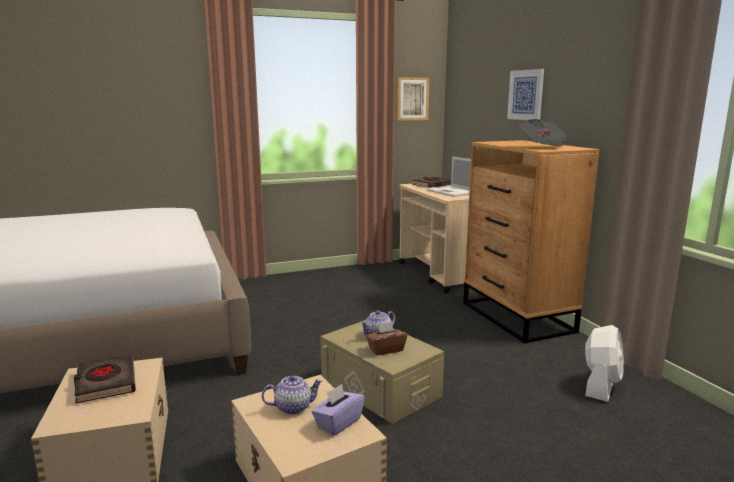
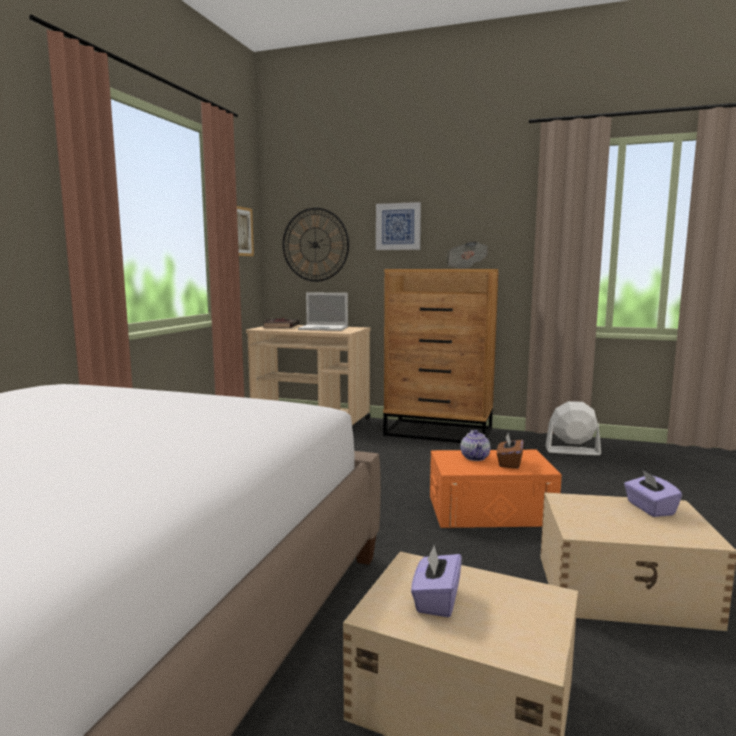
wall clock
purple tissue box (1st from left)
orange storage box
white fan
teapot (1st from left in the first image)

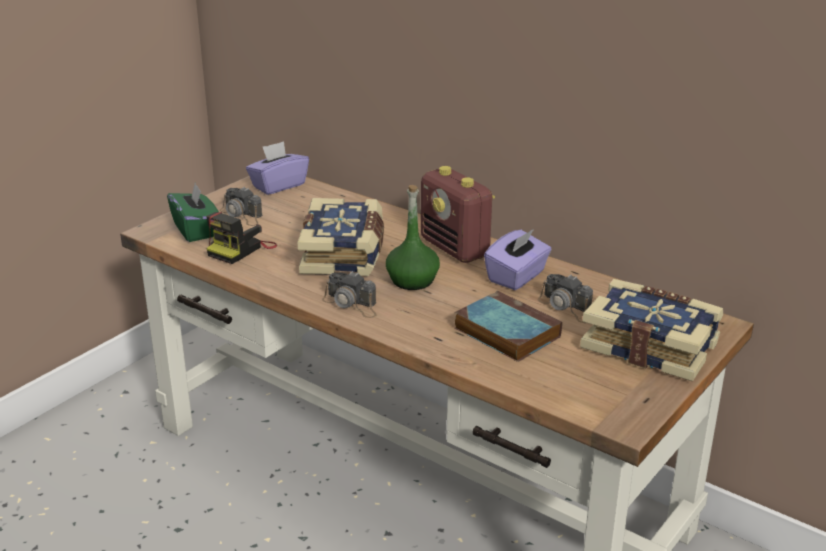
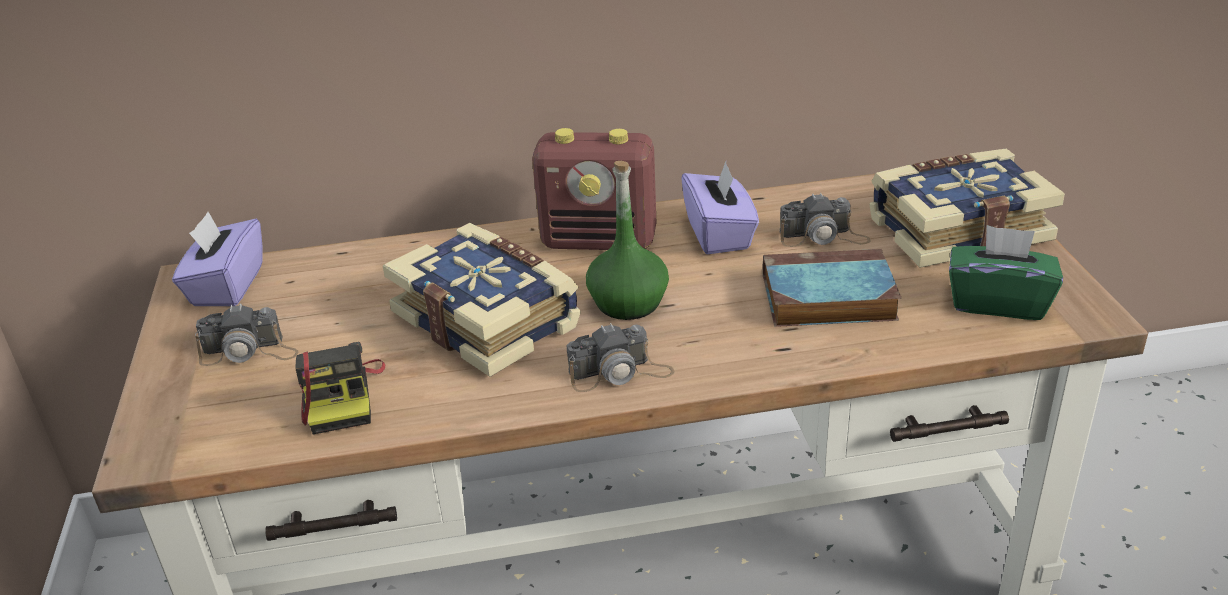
green tissue box

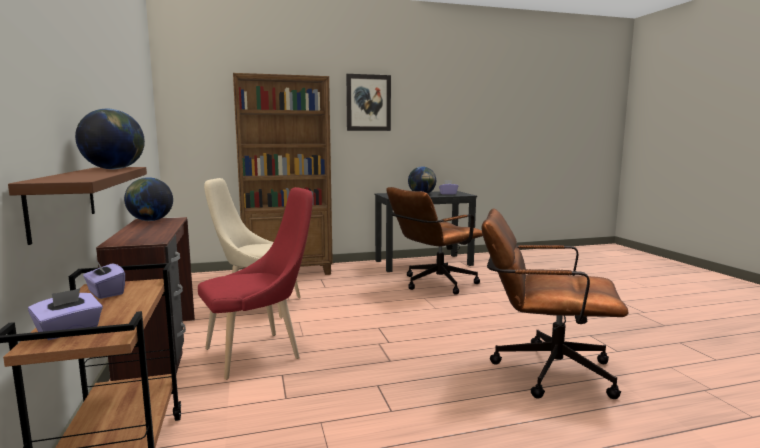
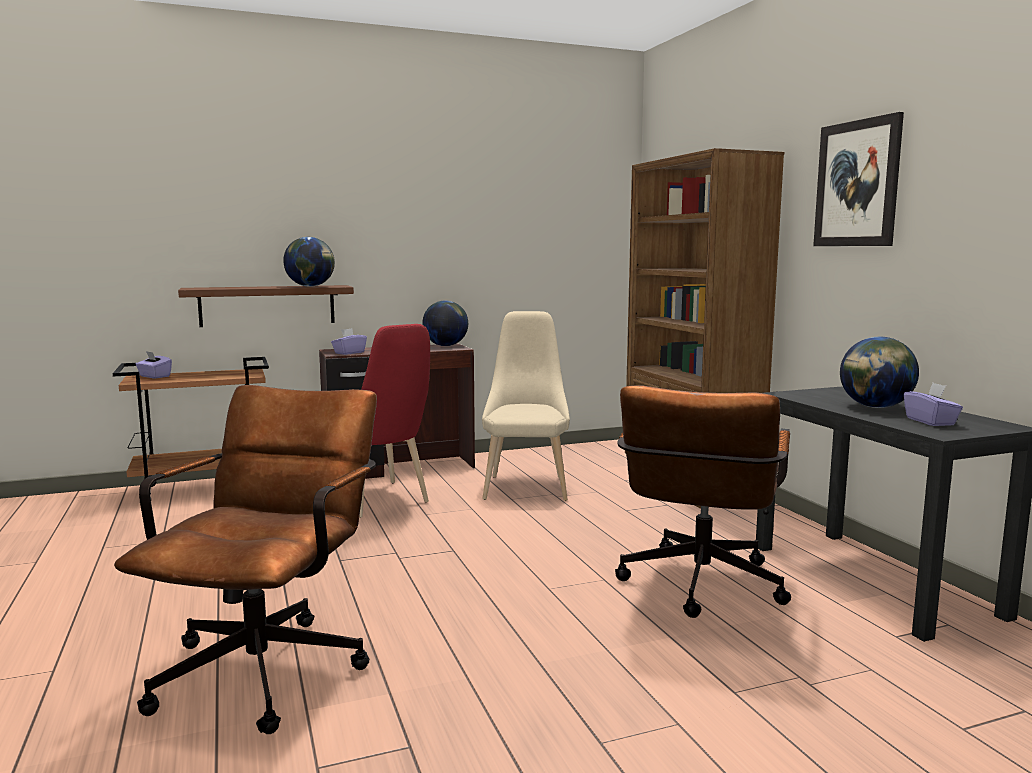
purple tissue box (2nd from left)
brown office chair (2nd from left)

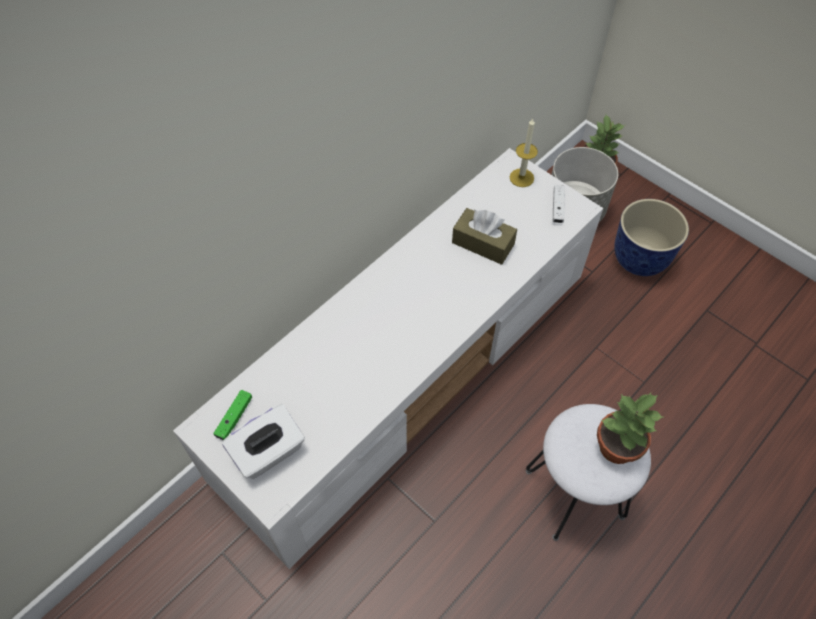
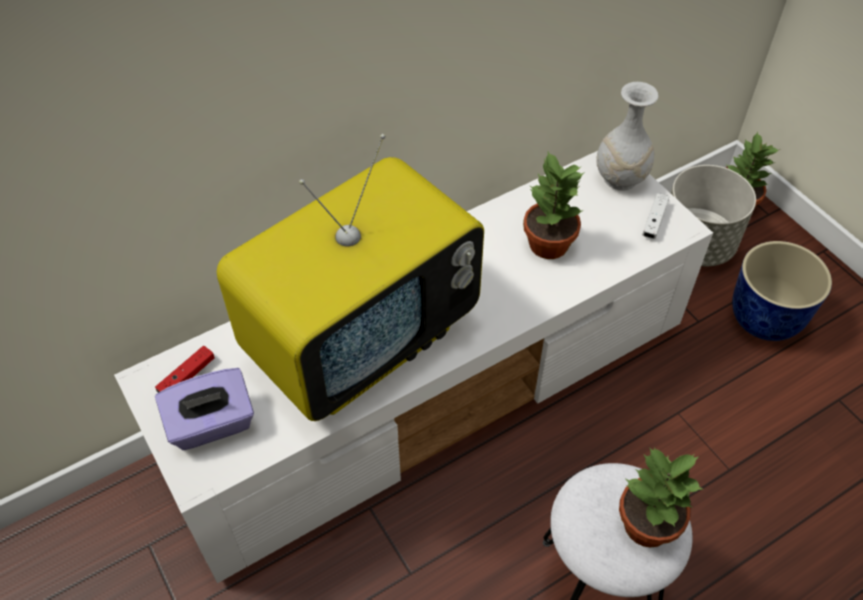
red game controller
purple tissue box
television
potted plant (1st from left)
white vase

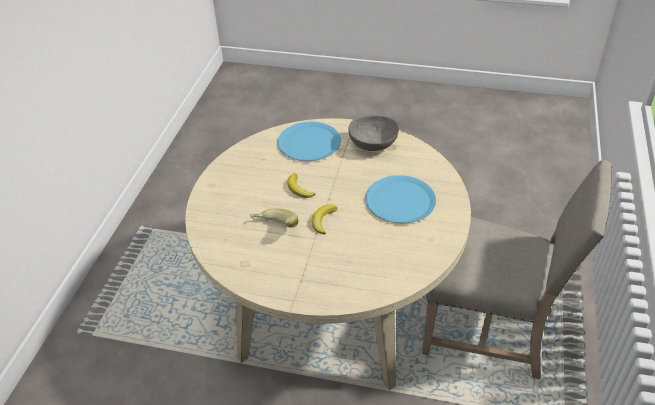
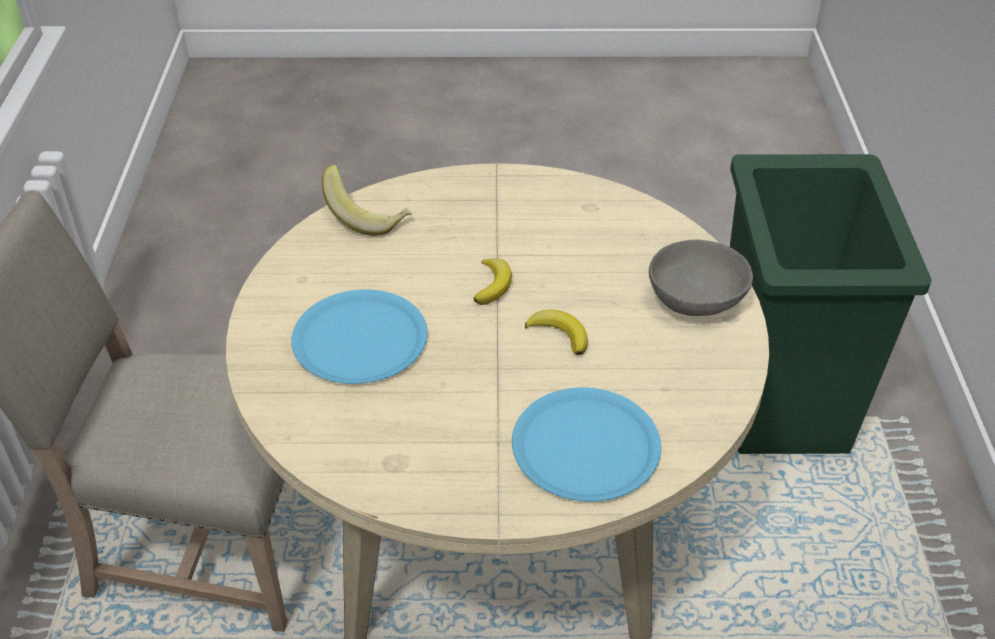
banana (1st from left)
grey bowl
green trash can

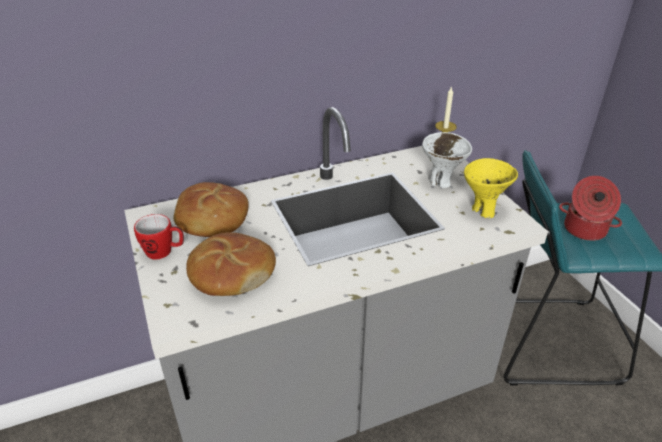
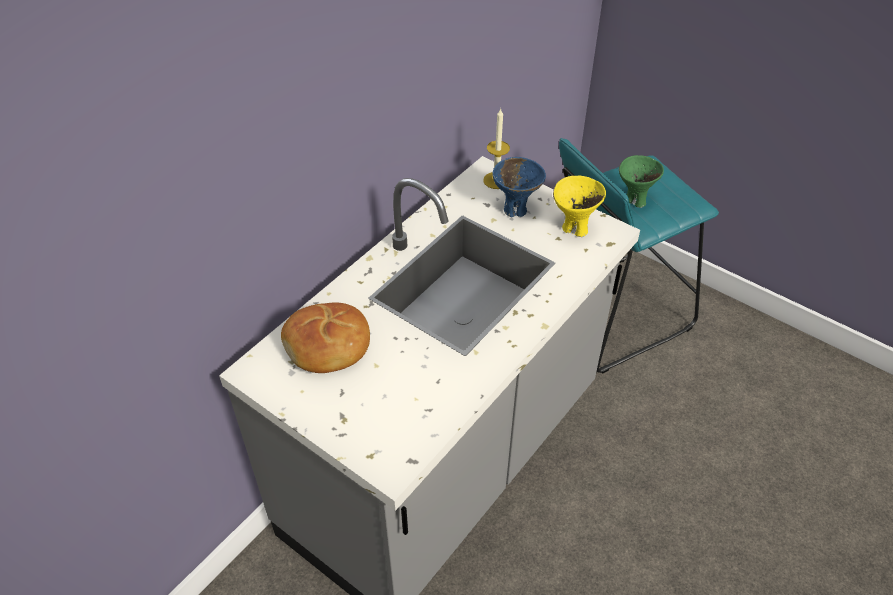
blue bowl
green bowl
mug
bread (2nd from left in the first image)

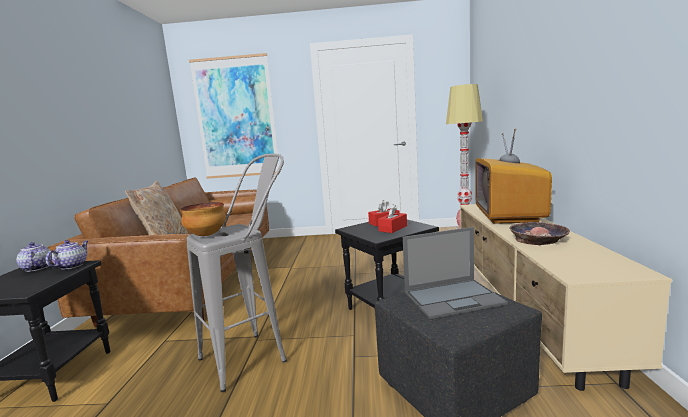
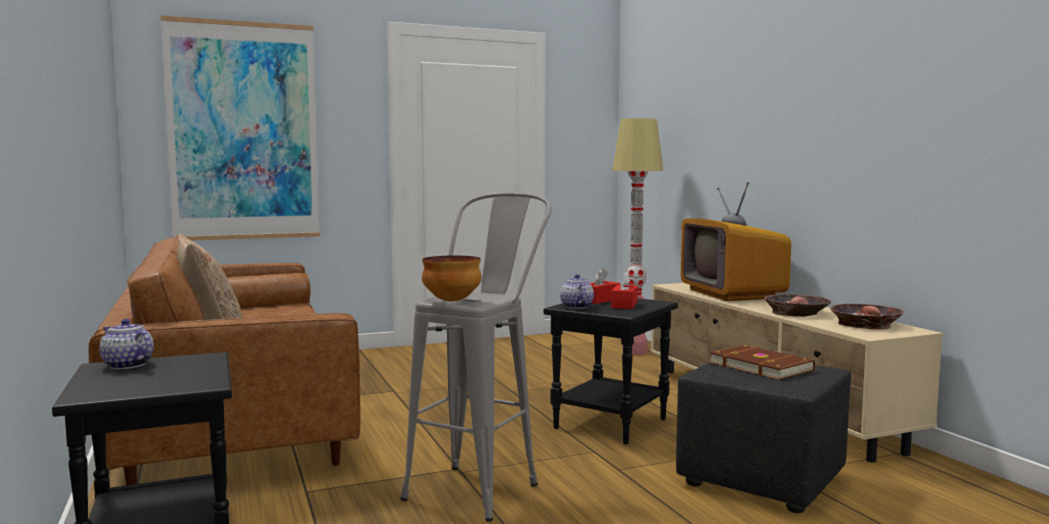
teapot (2nd from left)
brown book
bowl (3rd from left)

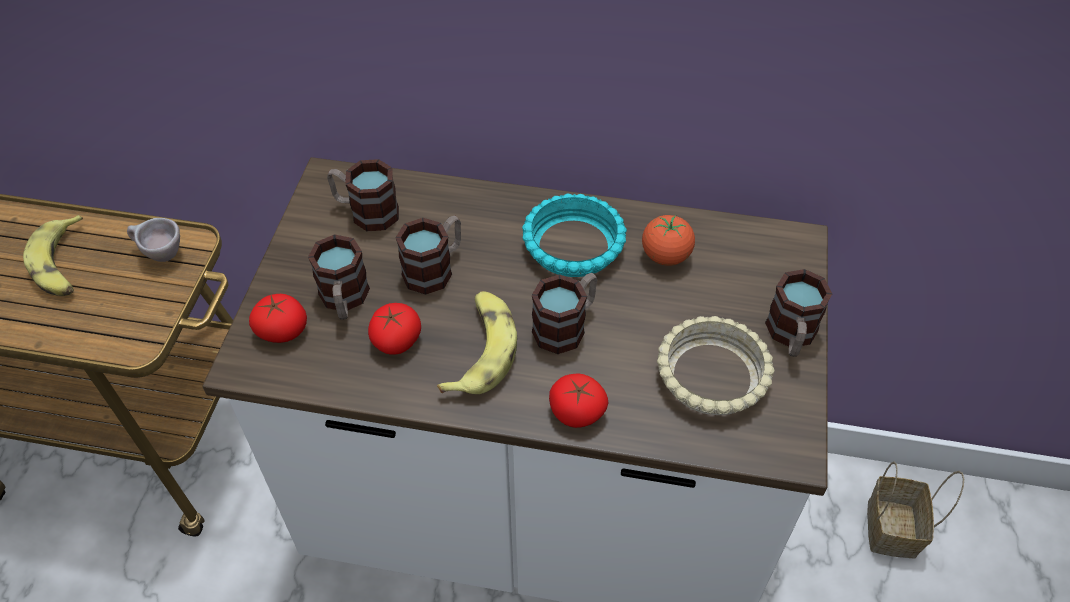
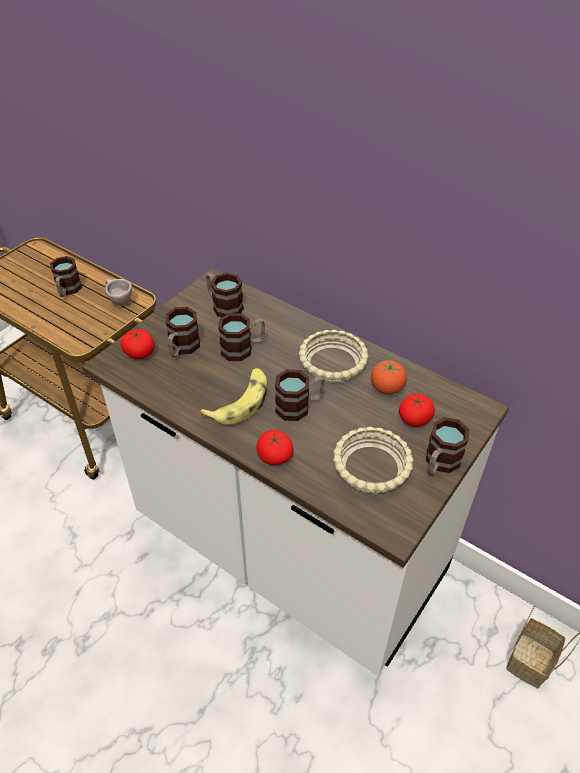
mug (1st from left)
beige bowl (1st from left)
tomato (4th from left)

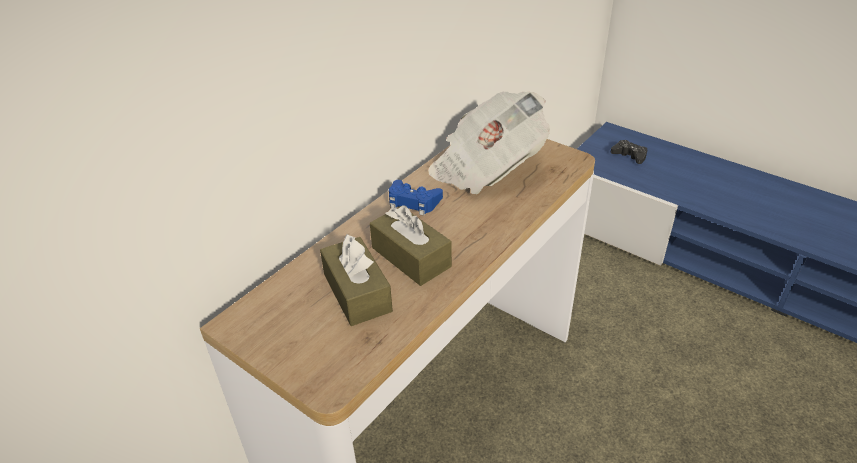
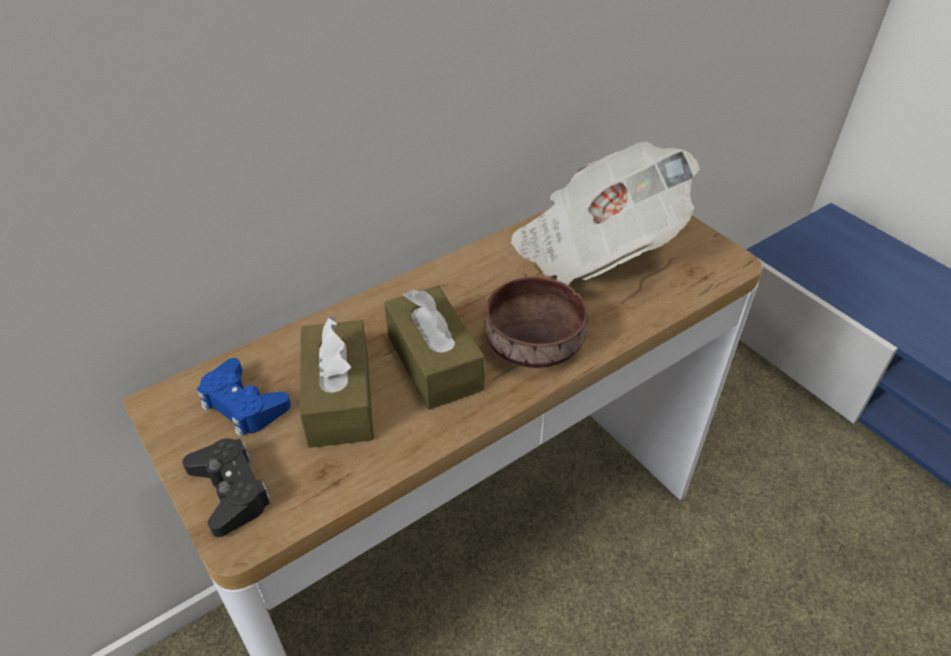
black game controller
blue game controller
brown bowl

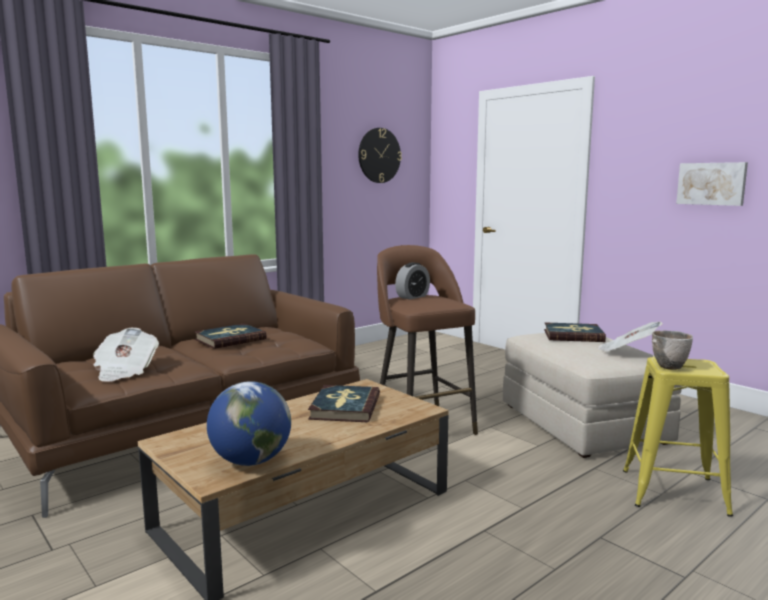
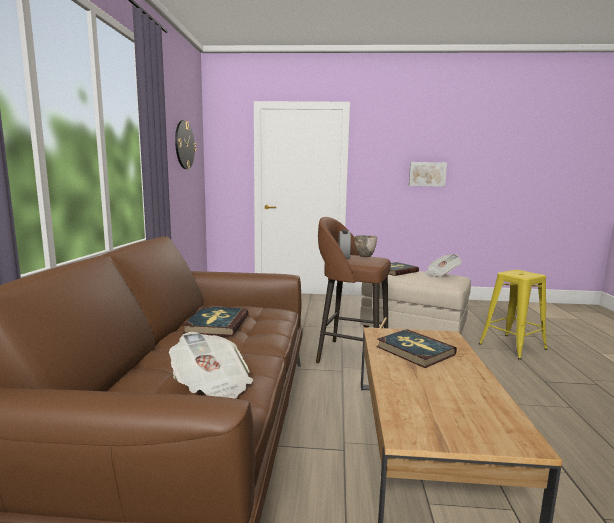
bowl
globe

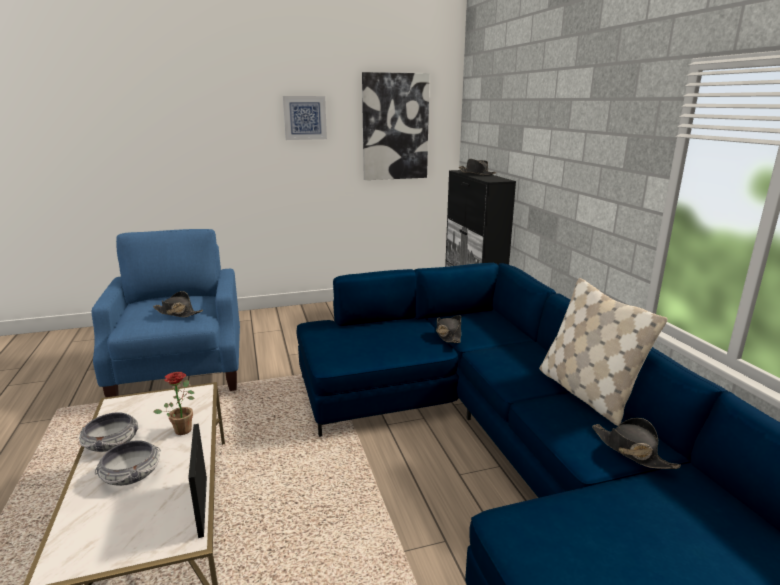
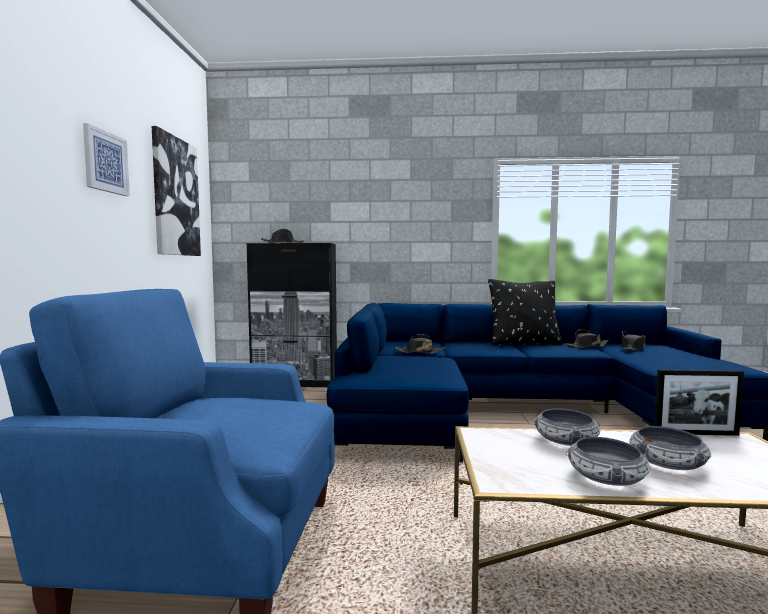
black pillow
bowl (1st from left)
black hat (4th from left)

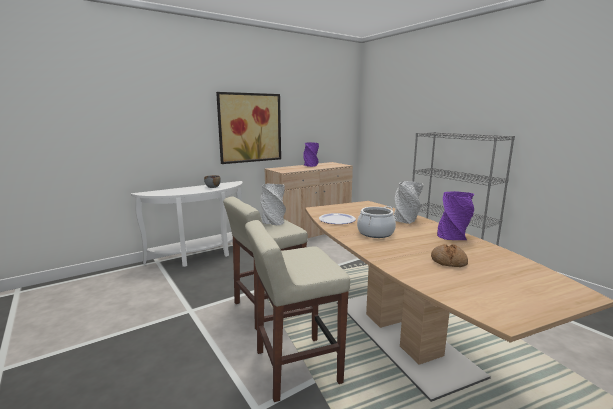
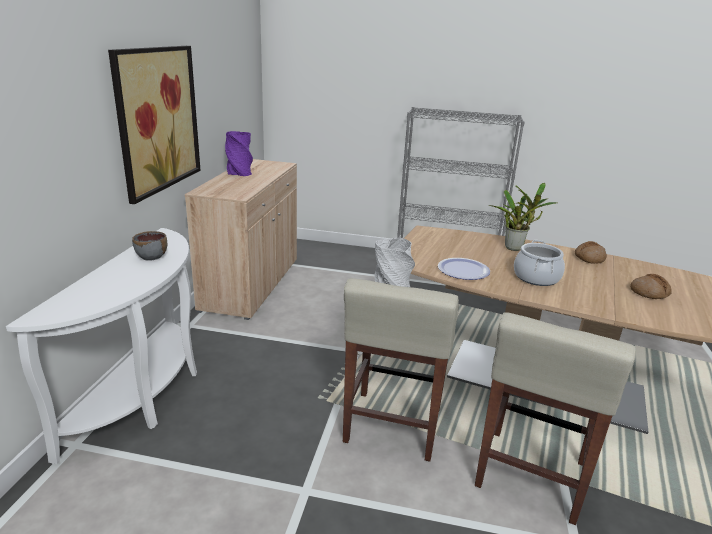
potted plant
bread (1st from left)

